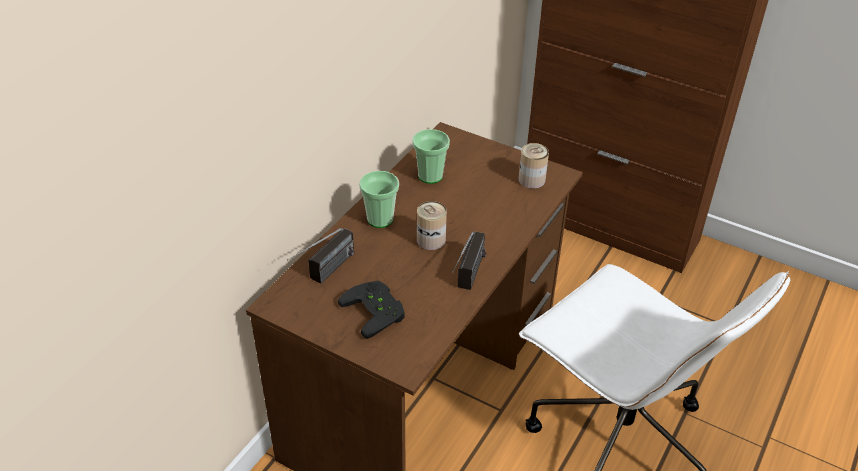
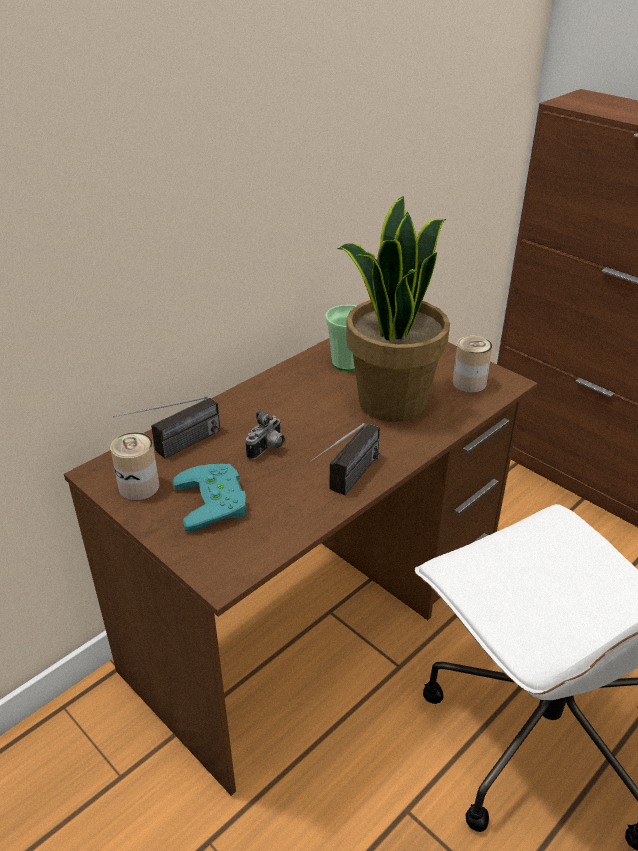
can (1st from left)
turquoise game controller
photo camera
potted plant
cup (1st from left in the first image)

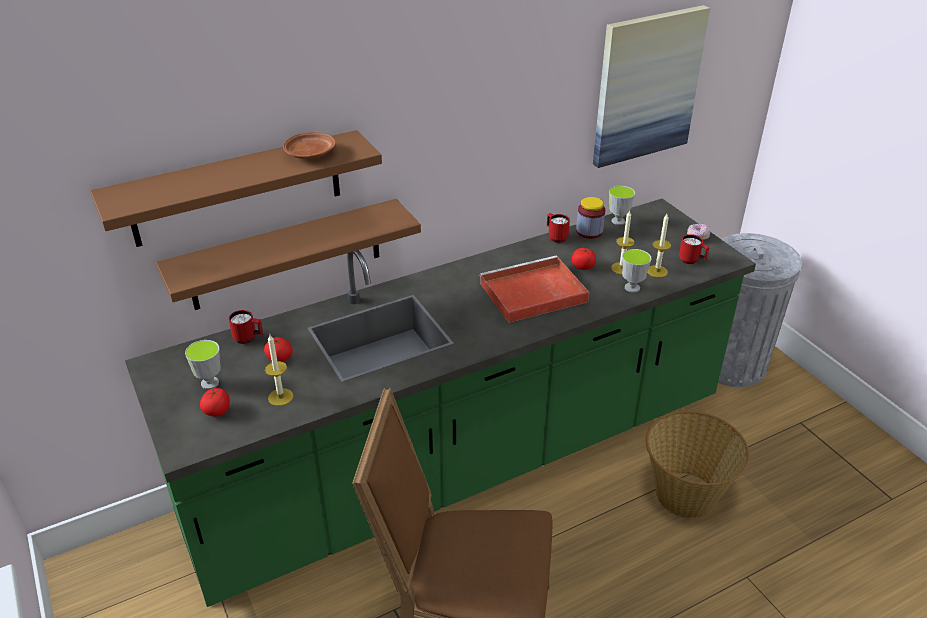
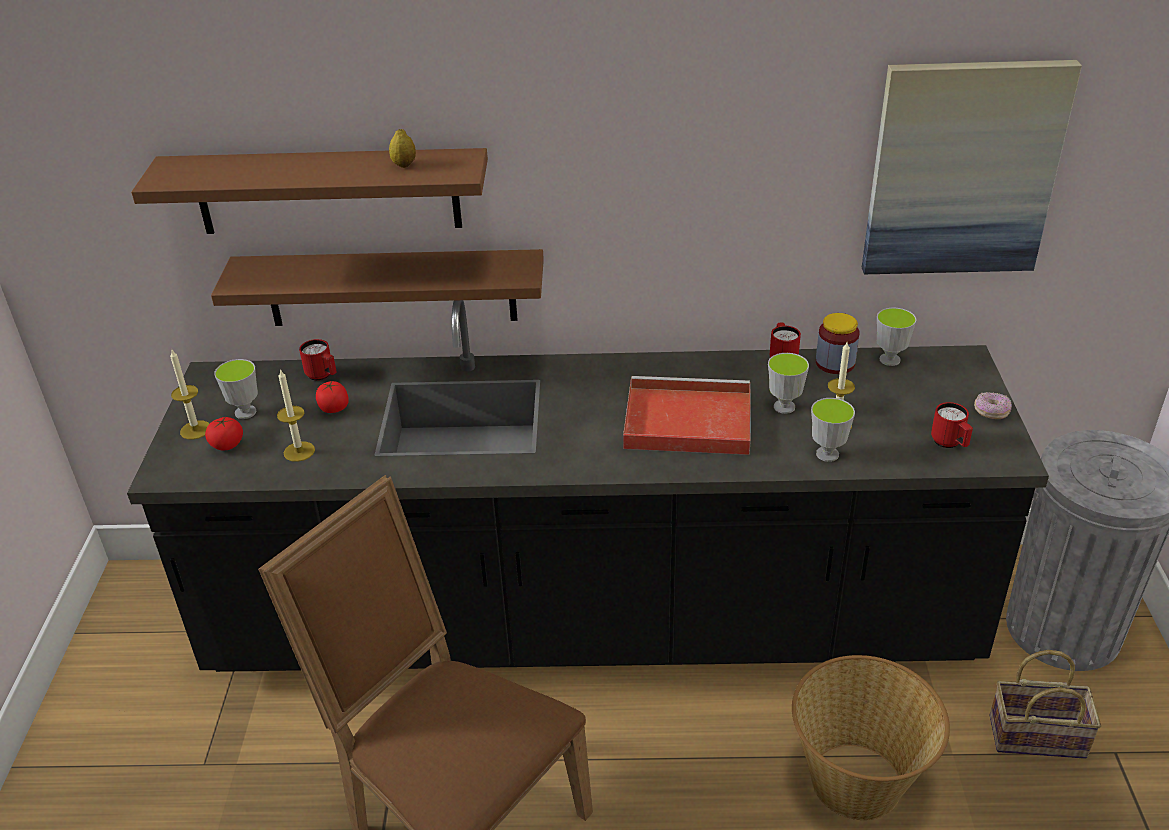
black counter
candle (1st from left)
lemon
cup (2nd from left)
basket (2nd from left)

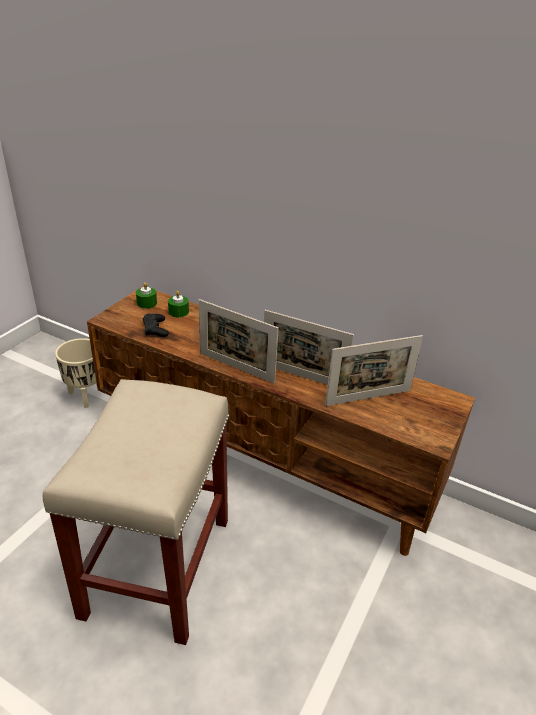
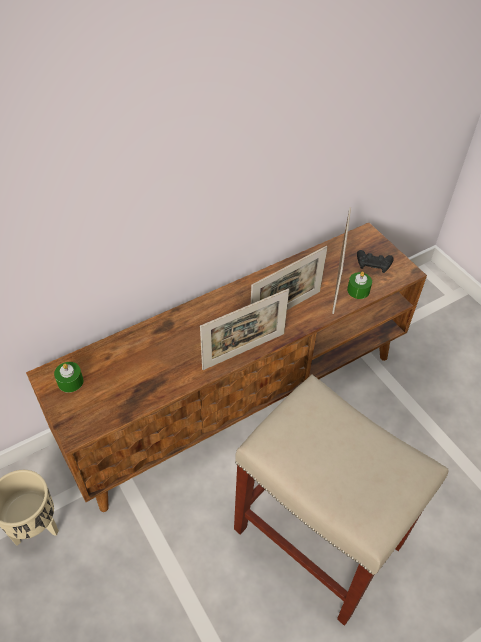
green candle (2nd from left)
black game controller

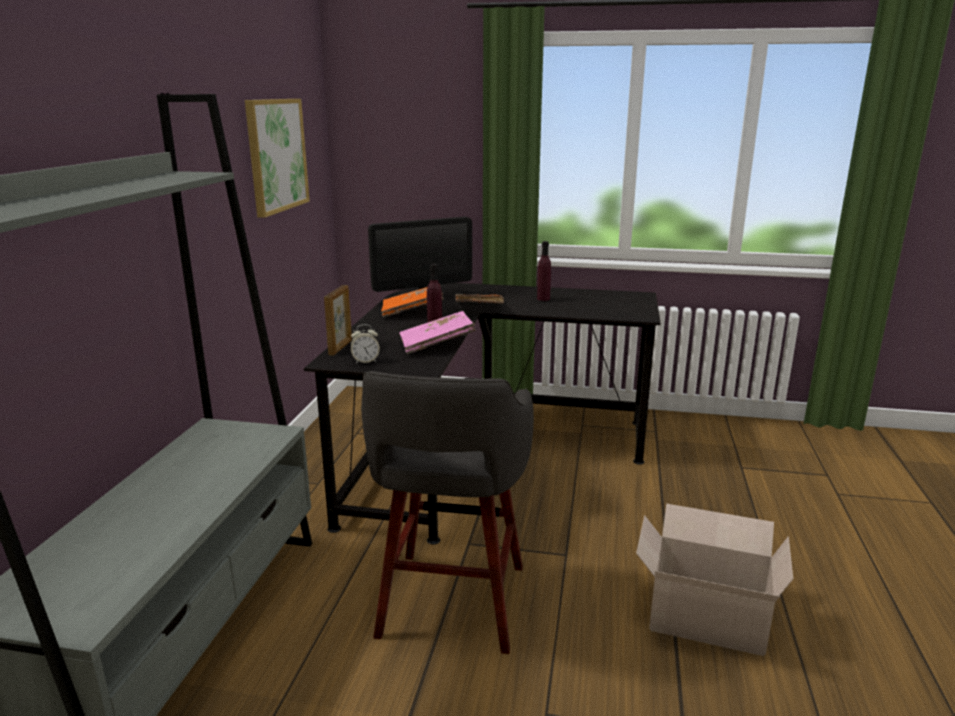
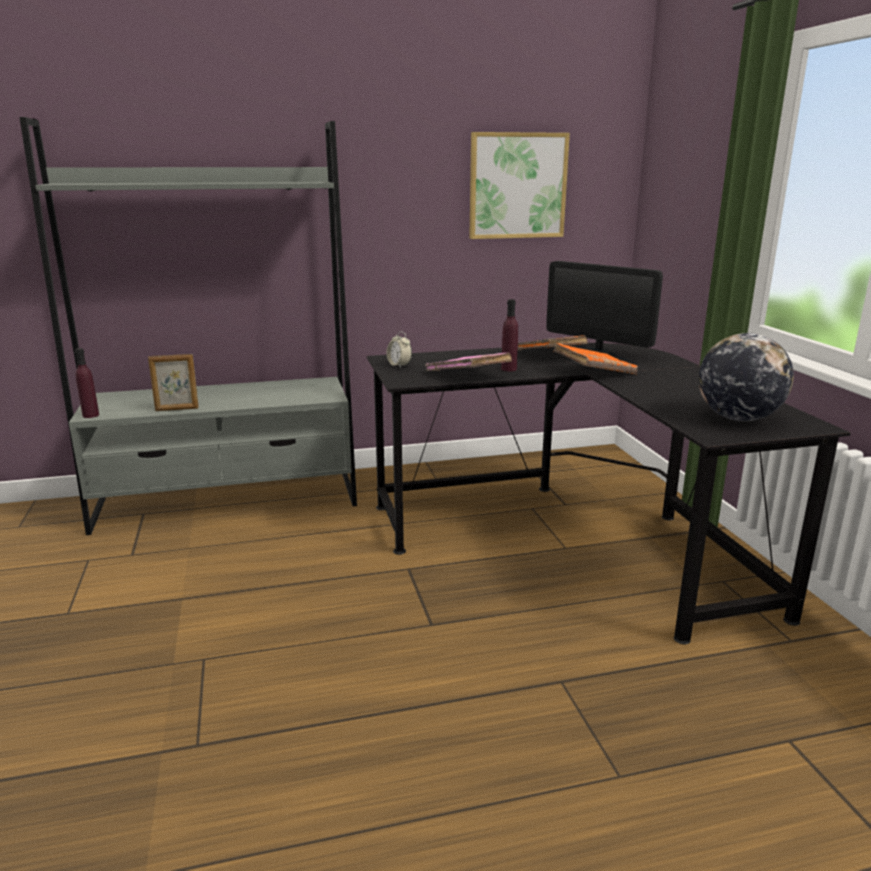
purple bottle (1st from left)
picture frame
globe
grey stool
cardboard box

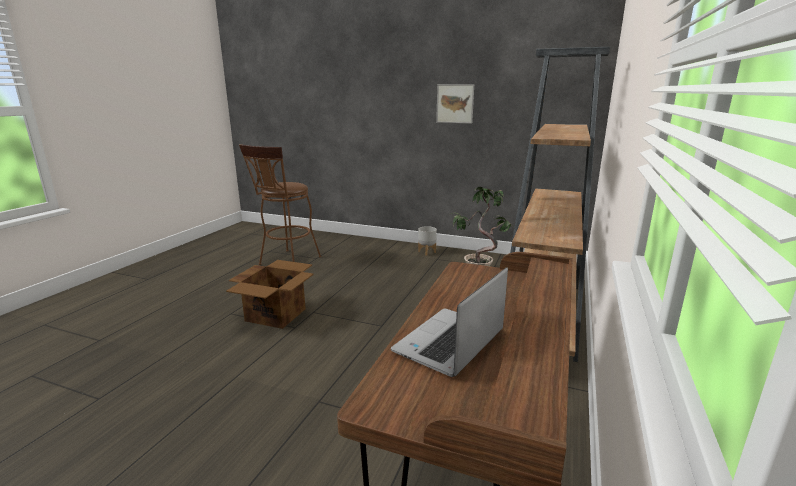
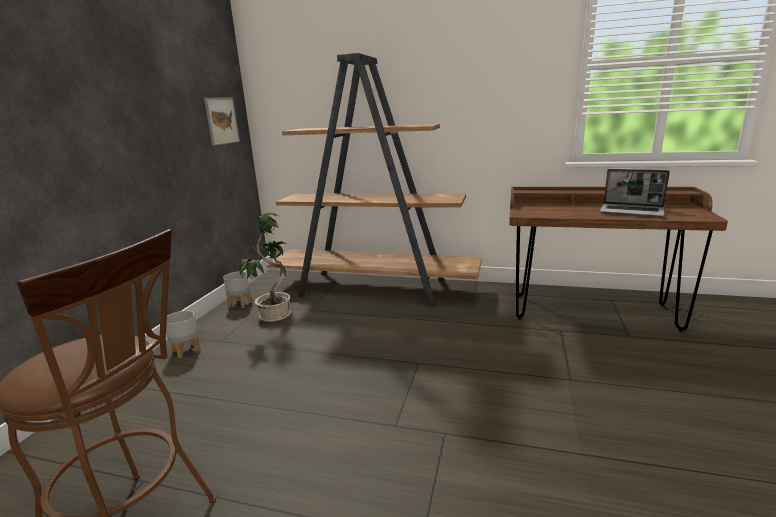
picture
grey planter (2nd from left)
cardboard box

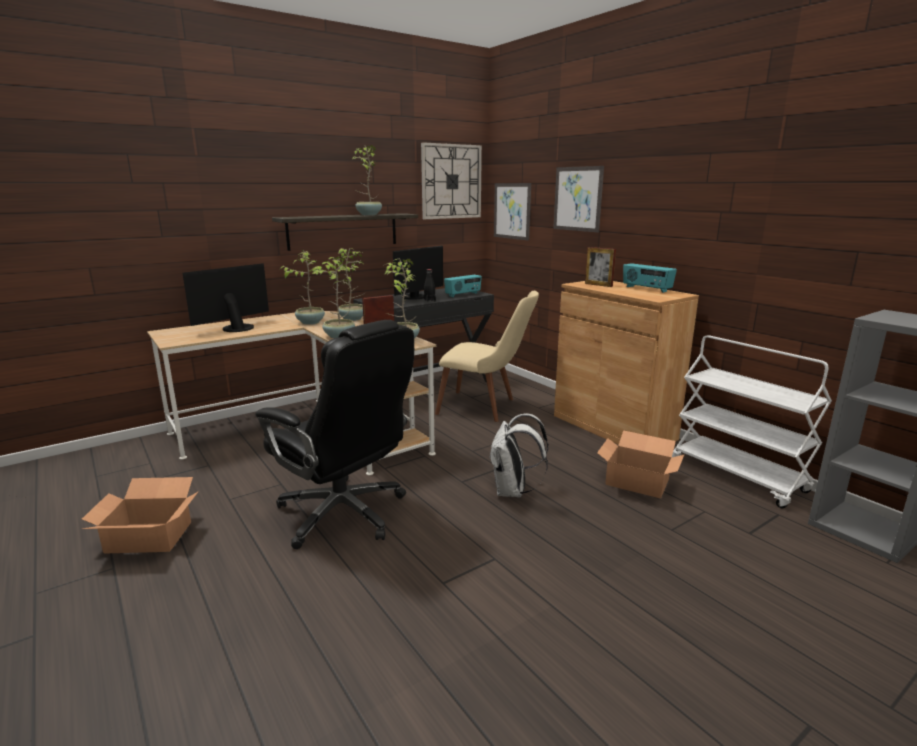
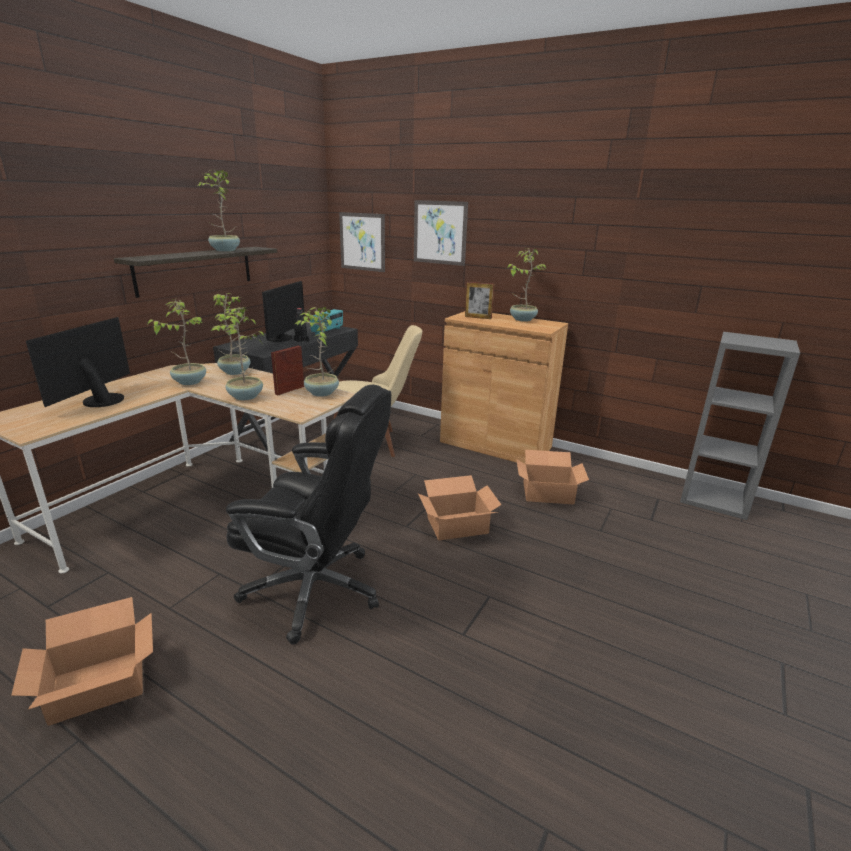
cardboard box (2nd from left)
potted plant (6th from left)
wall clock
white cart

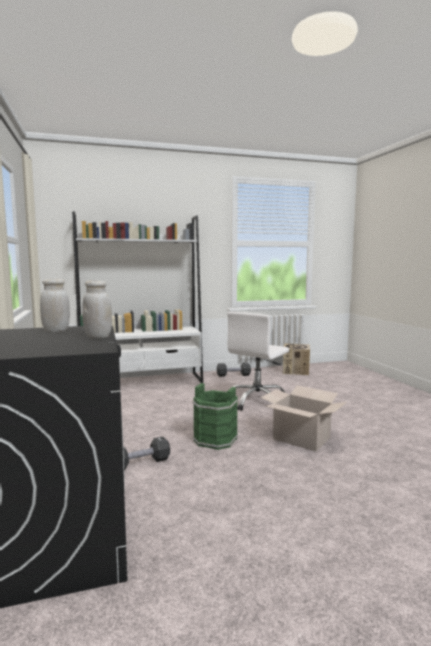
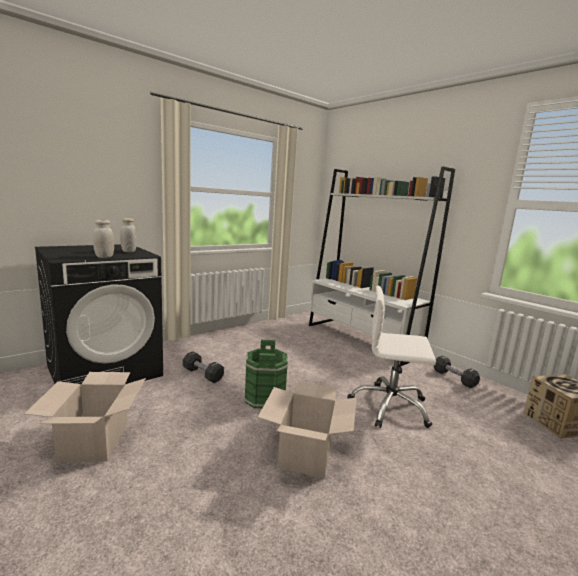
cardboard box (1st from left)

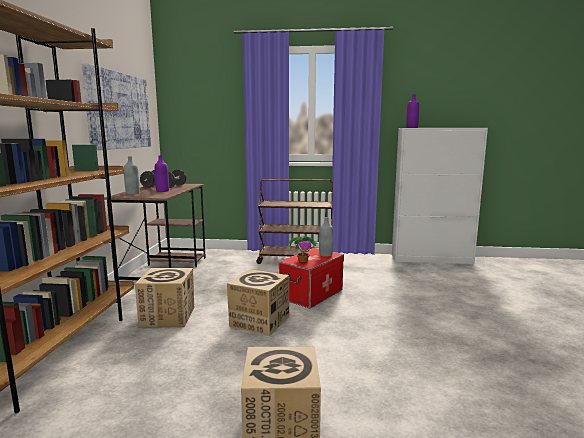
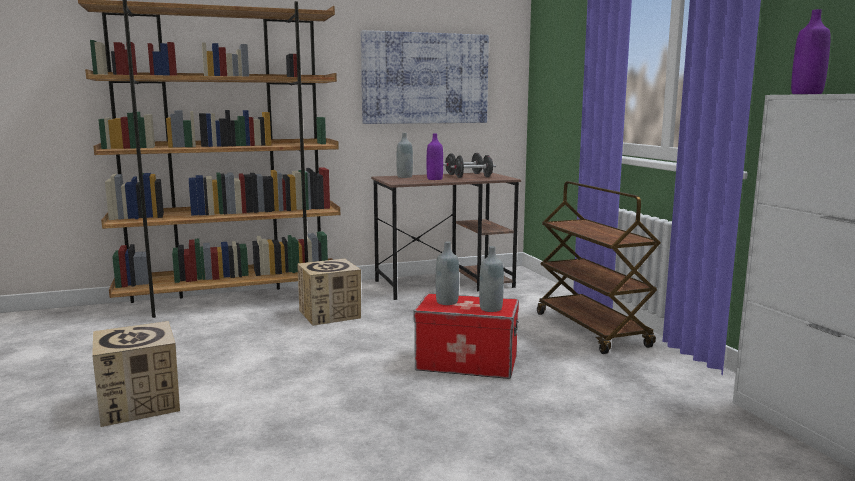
grey bottle (2nd from left)
cardboard box (2nd from left in the first image)

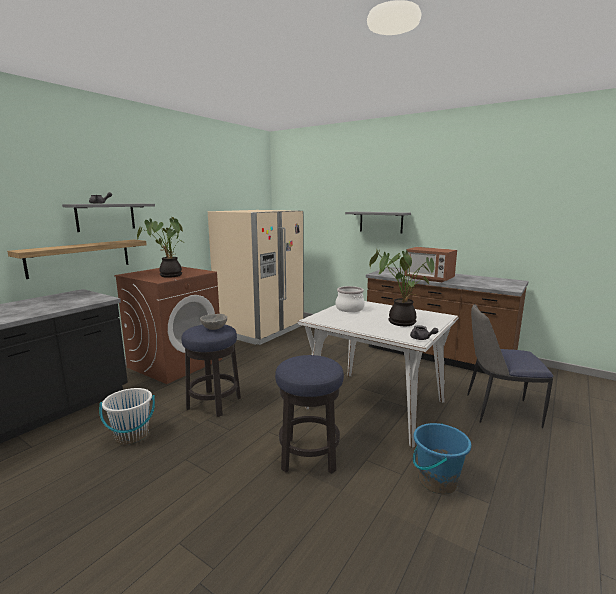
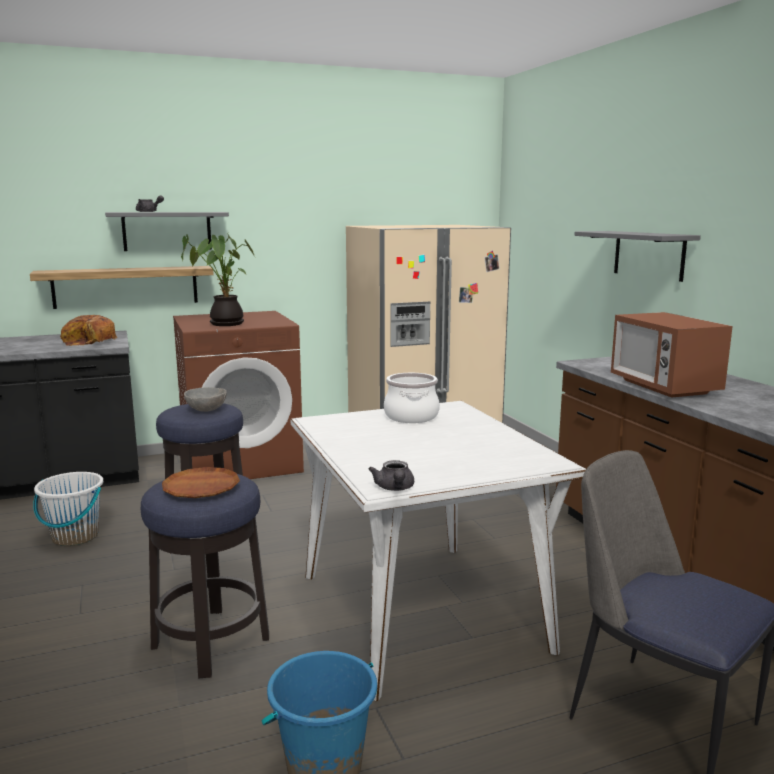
bread
brown plate
potted plant (2nd from left in the first image)

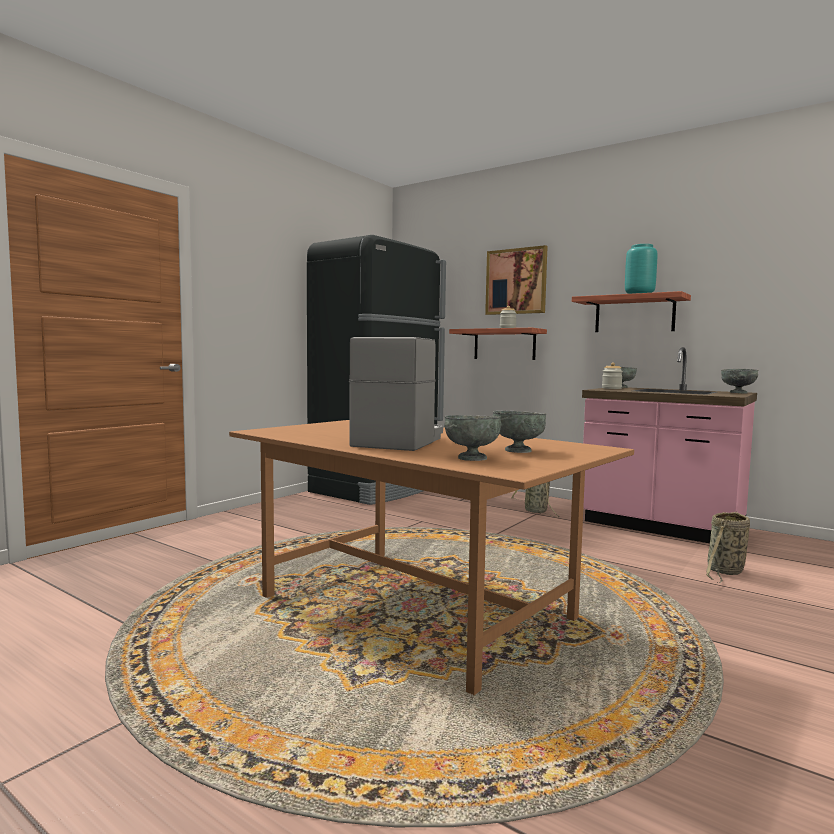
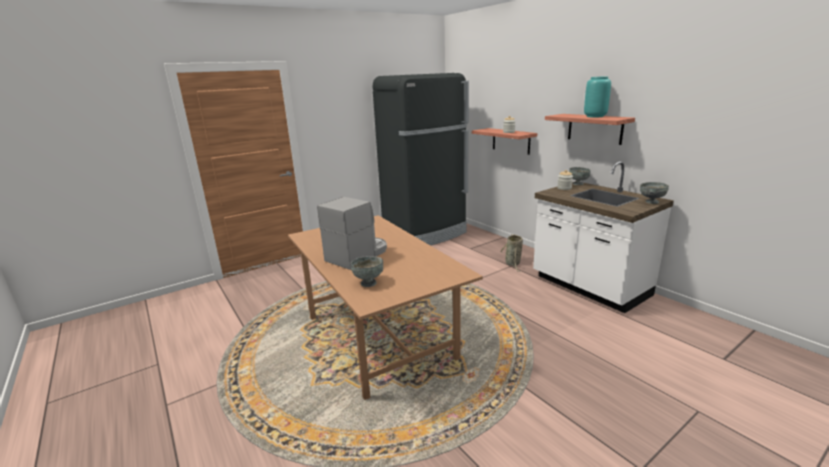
white counter
picture
grey bowl (2nd from left in the first image)
basket (2nd from left in the first image)

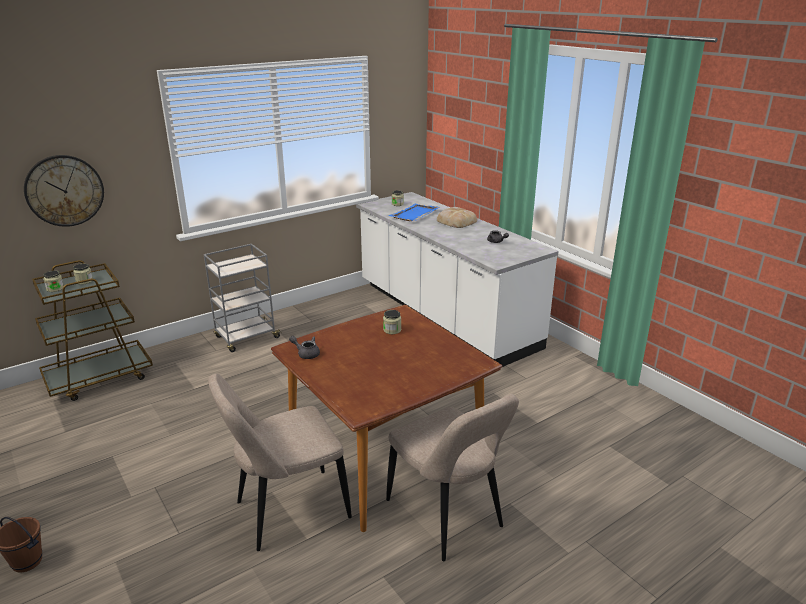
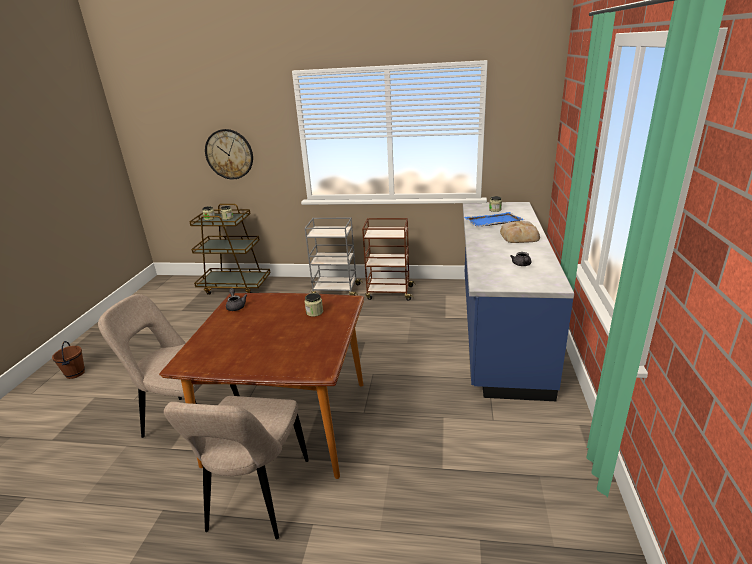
brown cart (2nd from left)
blue counter

